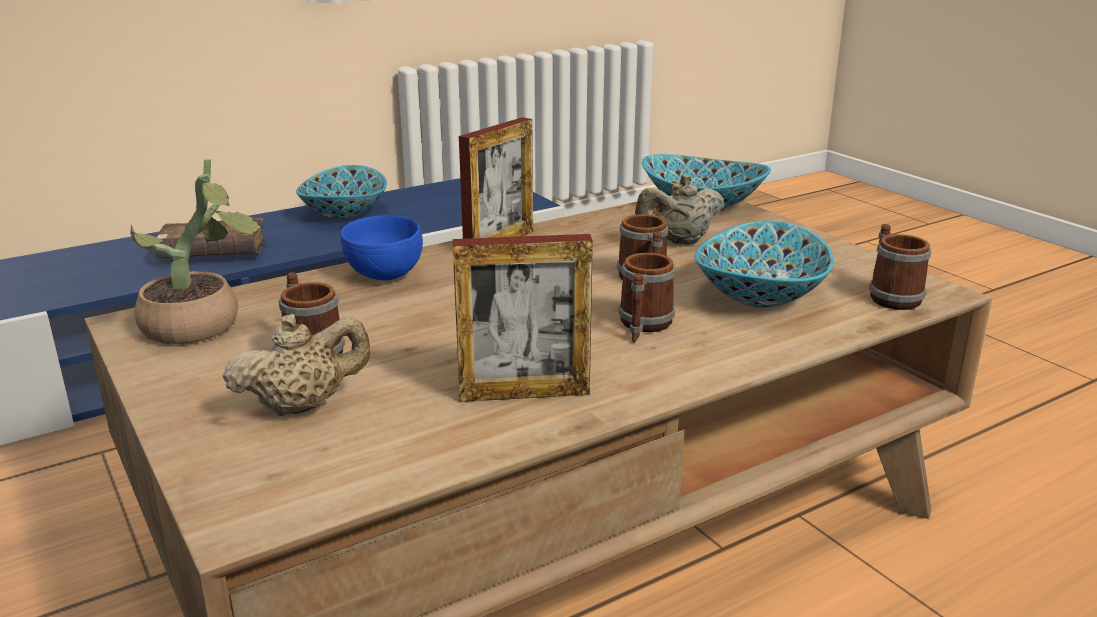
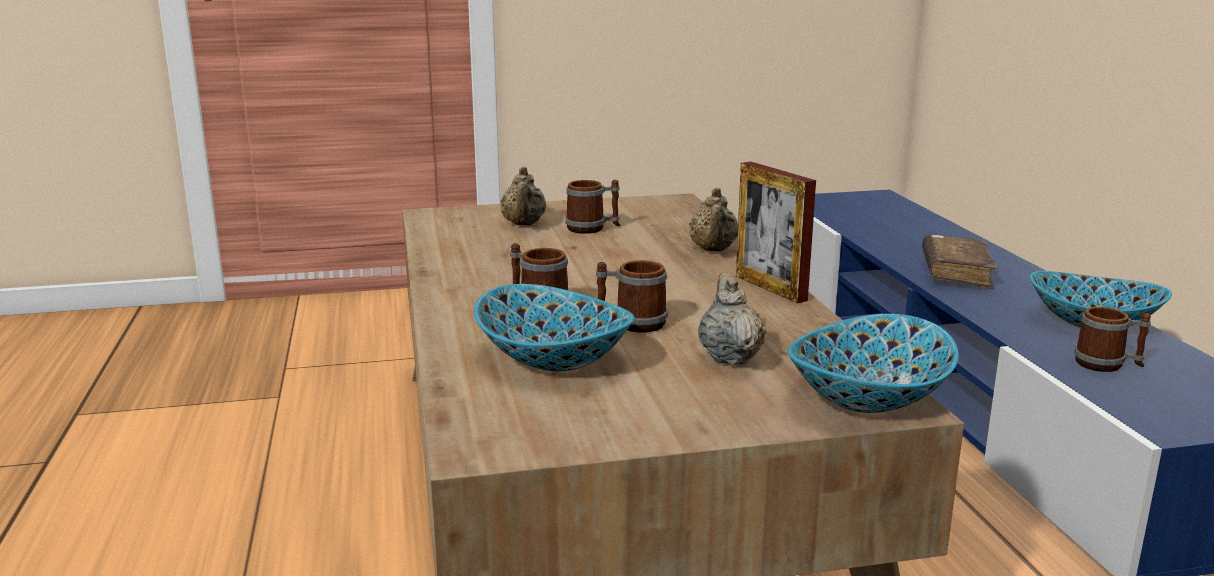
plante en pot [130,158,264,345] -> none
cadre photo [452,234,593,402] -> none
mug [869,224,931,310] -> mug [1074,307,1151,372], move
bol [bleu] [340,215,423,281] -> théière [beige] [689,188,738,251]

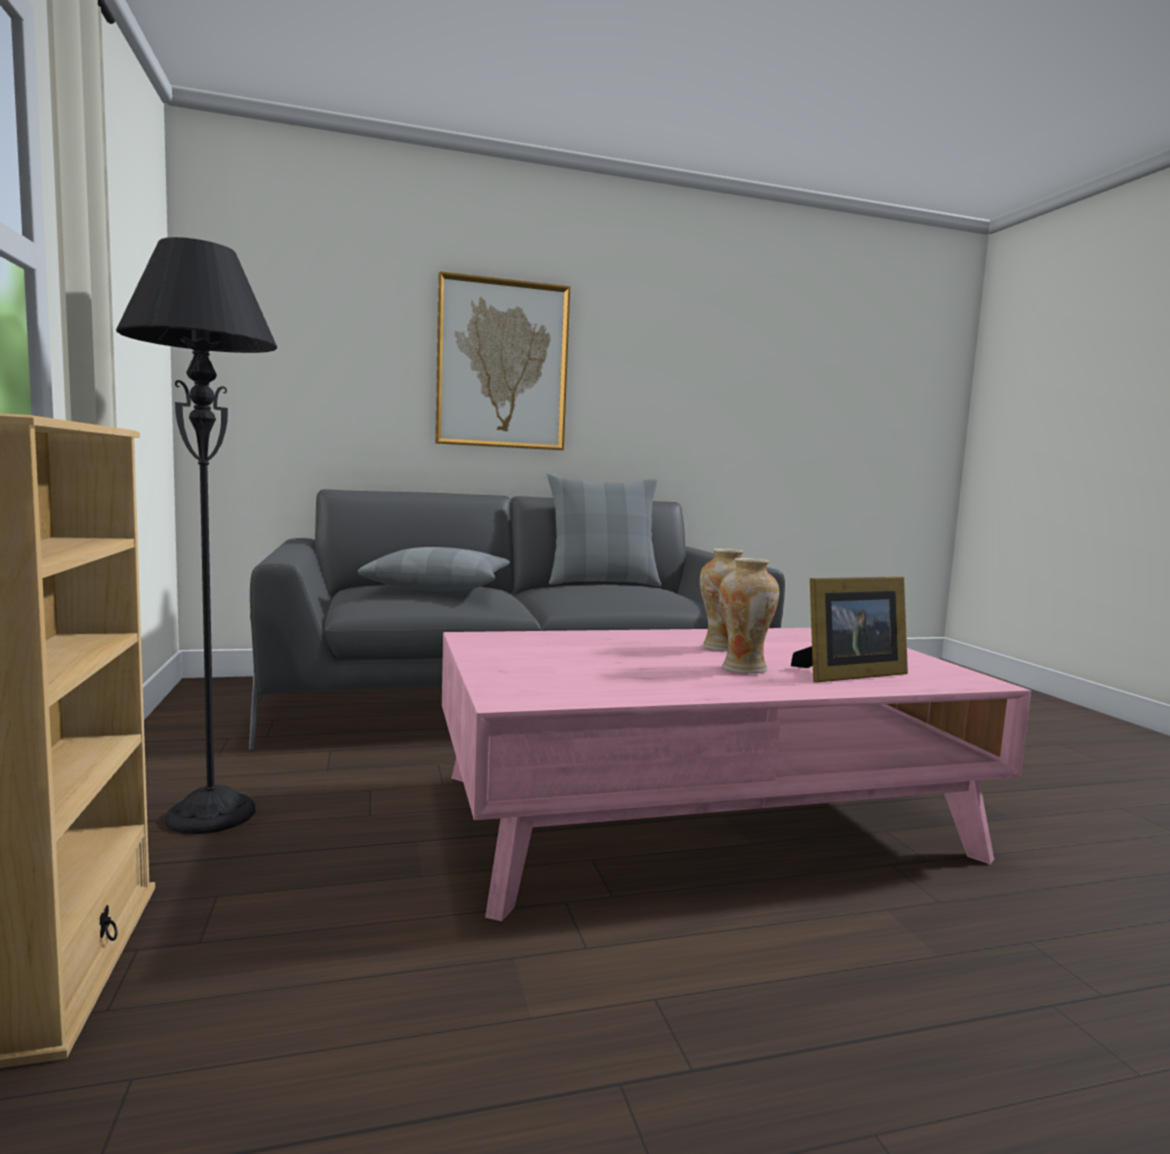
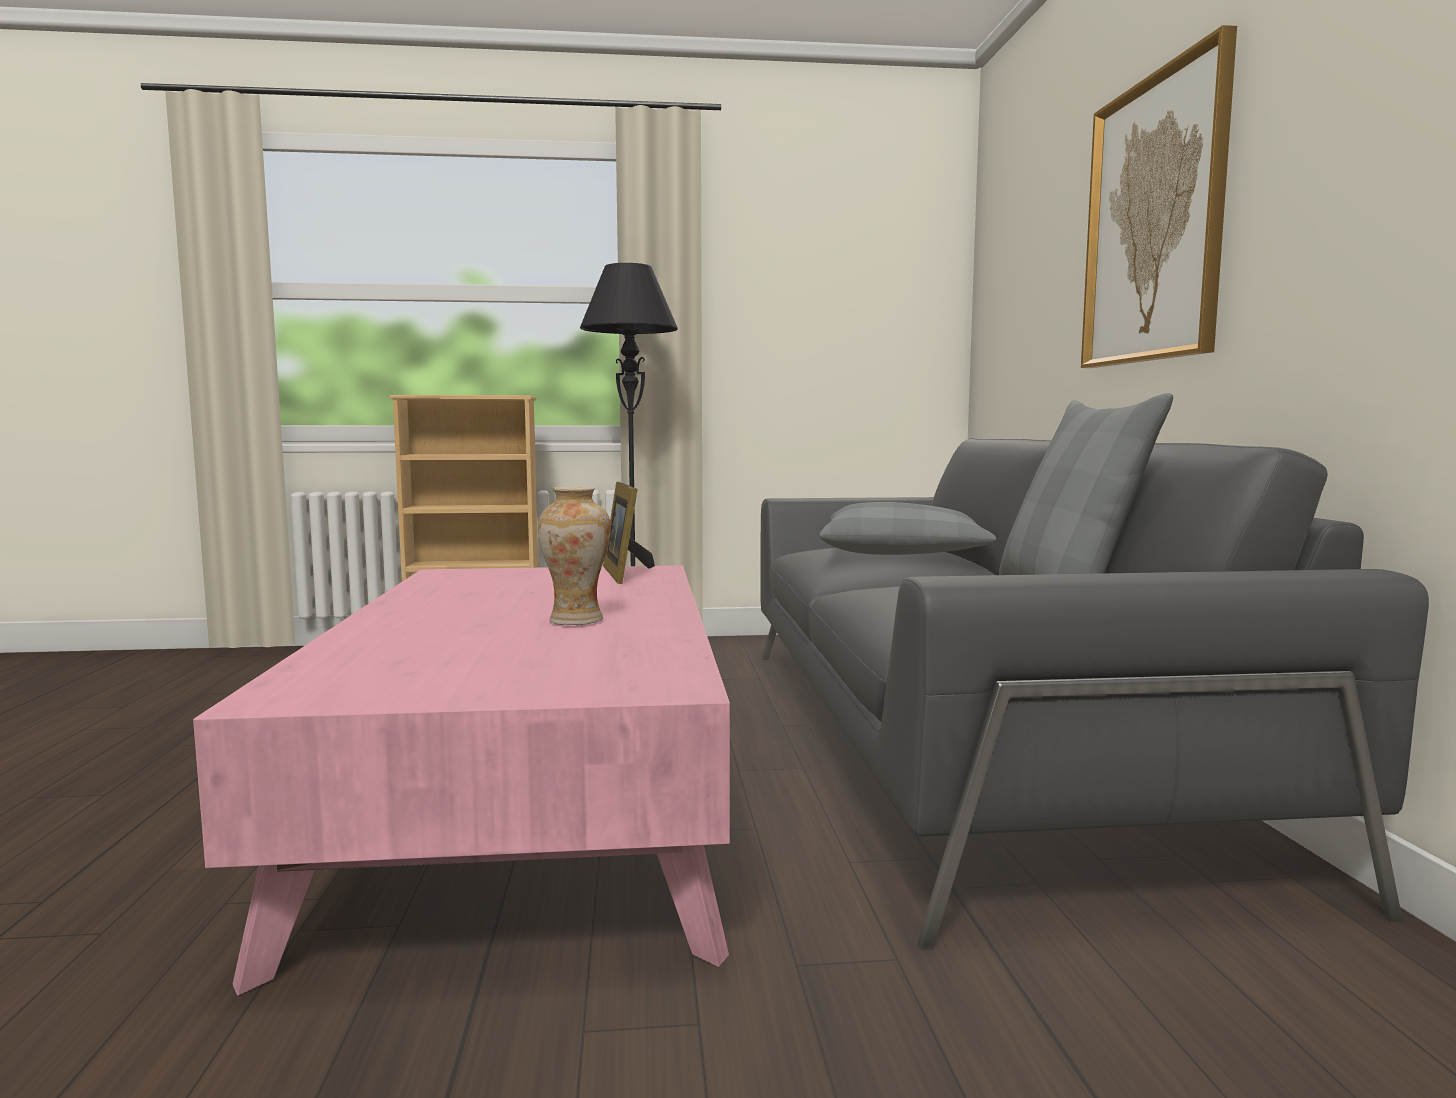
vase [719,558,779,674] -> none
cadre photo [791,576,908,683] -> cadre photo [603,482,655,584], move

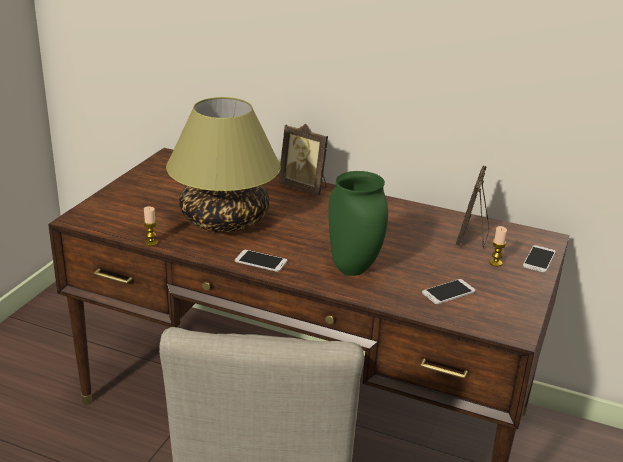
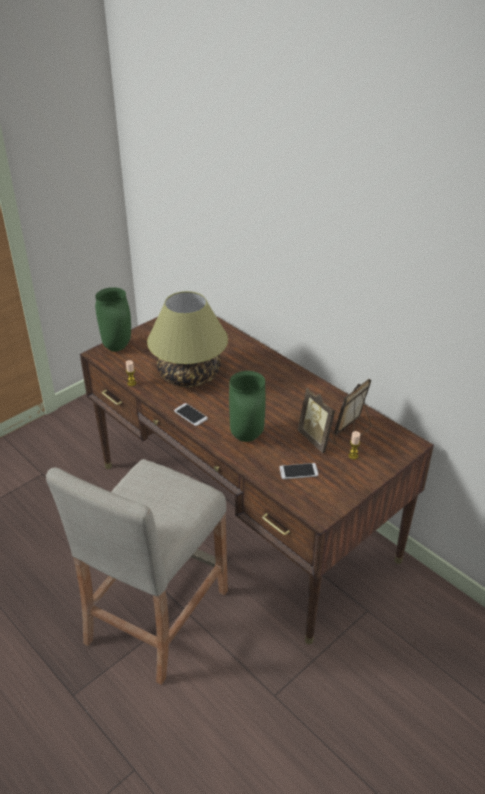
téléphone [523,245,556,273] -> none
none -> vase [vert] [95,287,131,352]
cadre photo [278,124,328,195] -> cadre photo [298,388,336,453], move

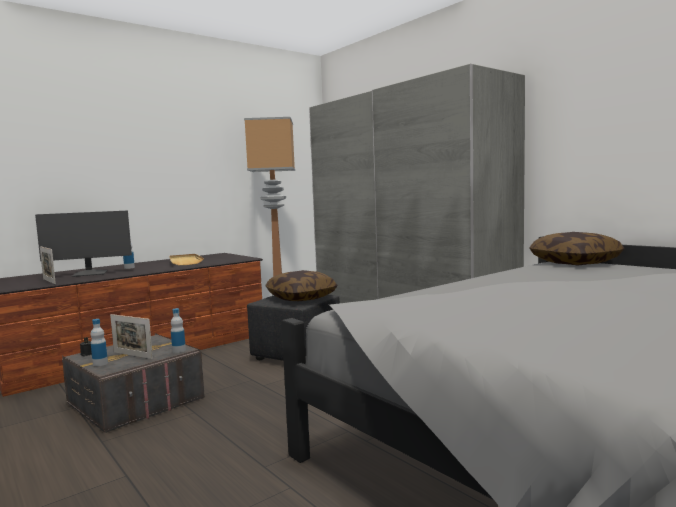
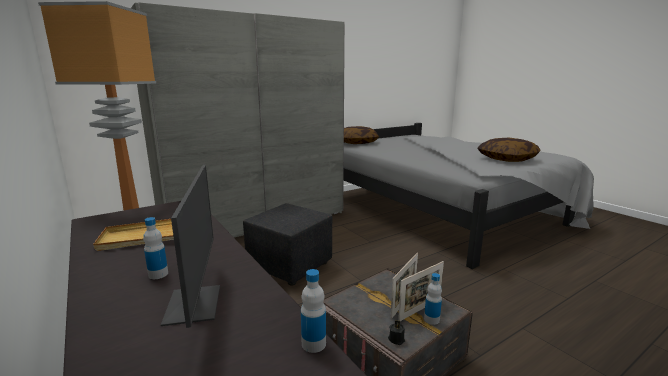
cadre photo [40,246,56,284] -> cadre photo [398,261,444,321], move
bouteille [171,308,186,353] -> bouteille [301,269,326,353], move
coussin [265,270,338,301] -> coussin [477,138,541,162], move

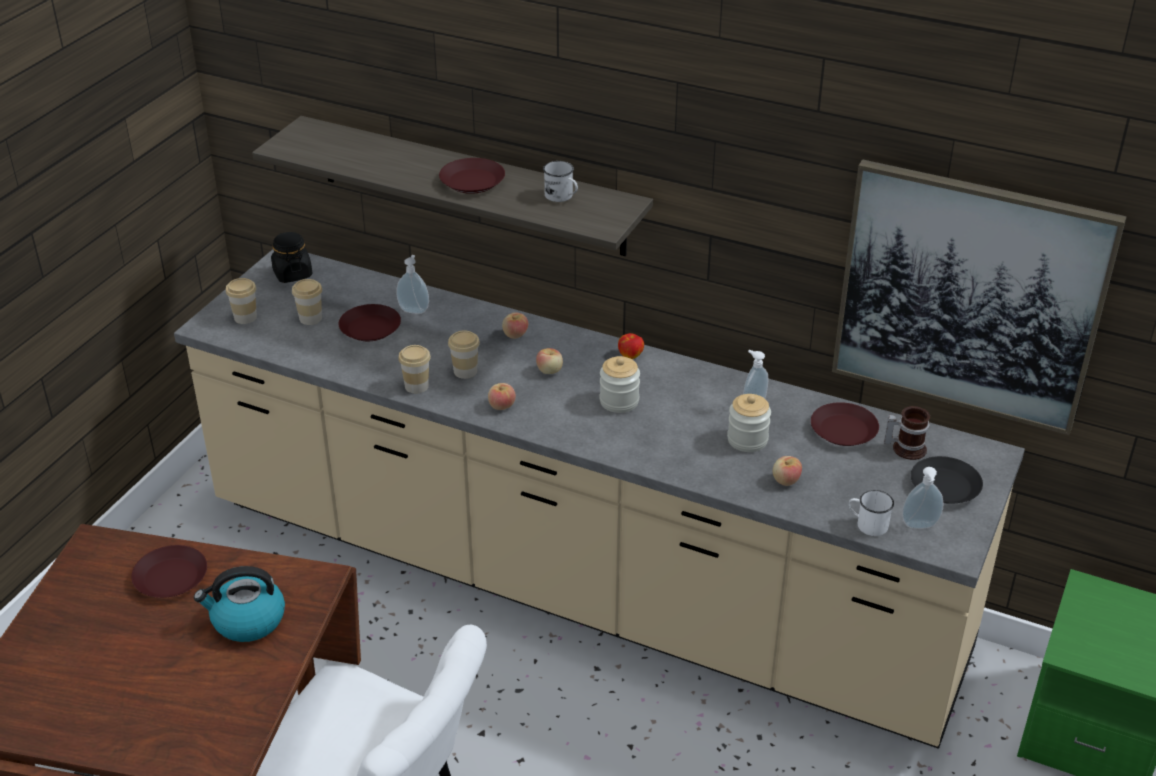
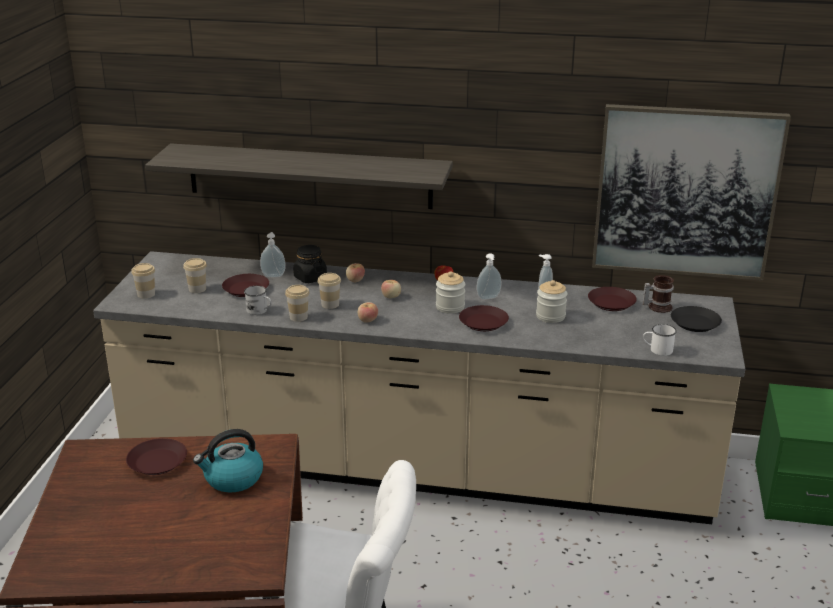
pomme [773,456,802,486] -> none
bocal [noir] [271,232,312,283] -> bocal [noir] [293,245,327,283], move
assiette [marron] [439,158,505,194] -> assiette [marron] [459,305,509,331], move
mug [blanc] [543,161,578,202] -> mug [blanc] [244,286,272,315], move
distributeur de savon [902,467,944,529] -> distributeur de savon [477,253,502,300], move

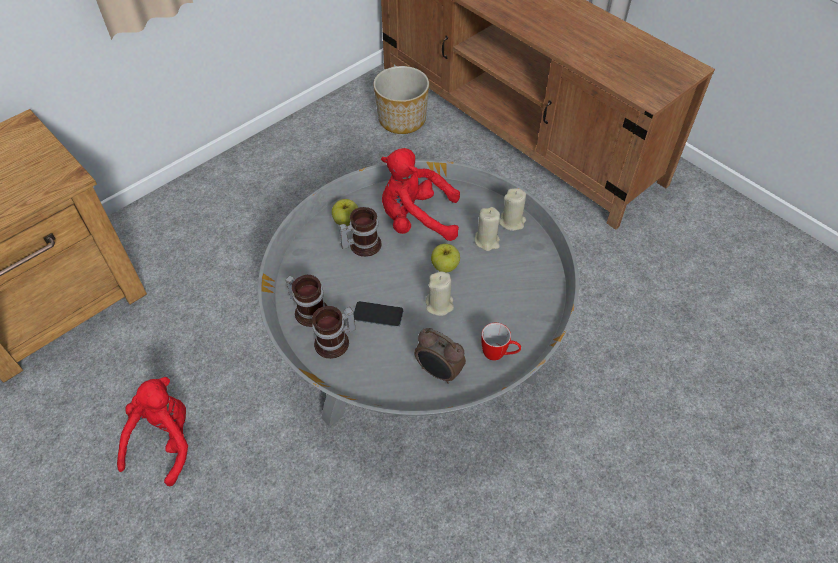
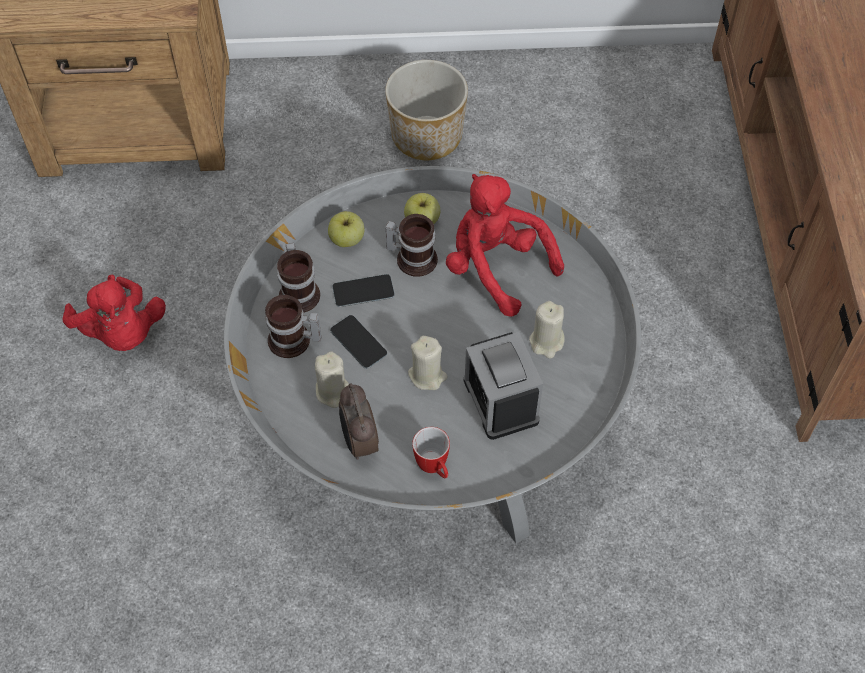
none -> téléphone [333,274,395,307]
none -> réveil [464,332,543,440]
cache-pot [373,66,429,134] -> cache-pot [385,60,468,160], move
pomme [431,244,460,272] -> pomme [328,211,364,247], move
bougie [beige] [499,188,526,231] -> bougie [beige] [315,351,349,408], move
peluche [rouge] [117,377,188,486] -> peluche [rouge] [62,275,166,351], 90 degrees clockwise

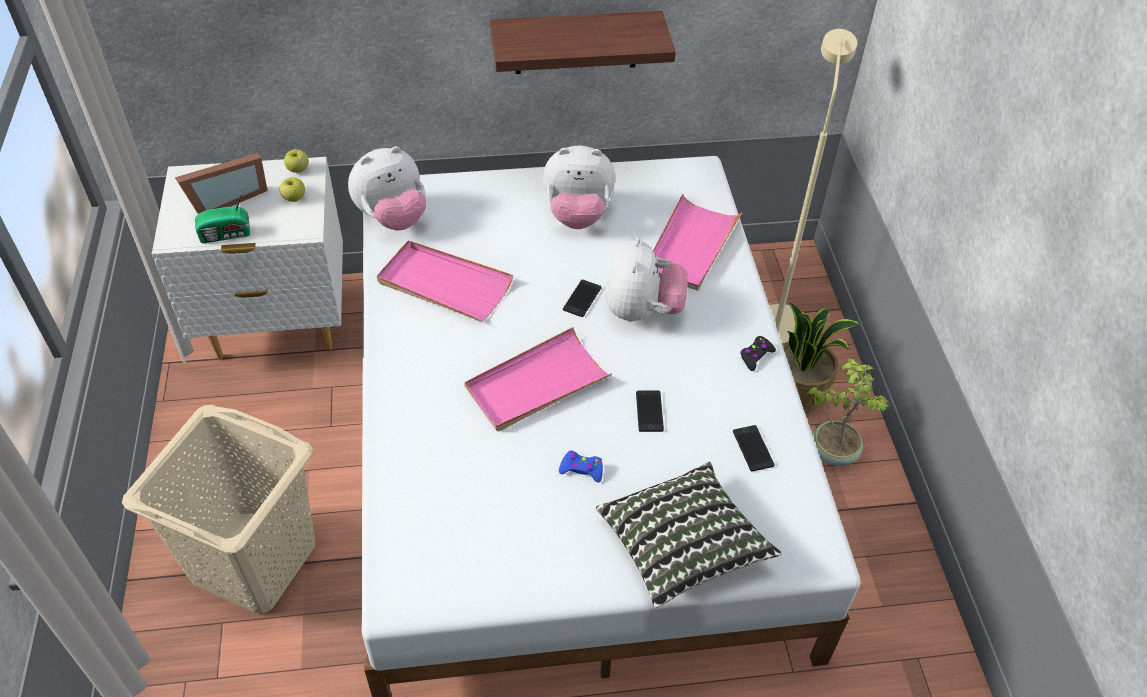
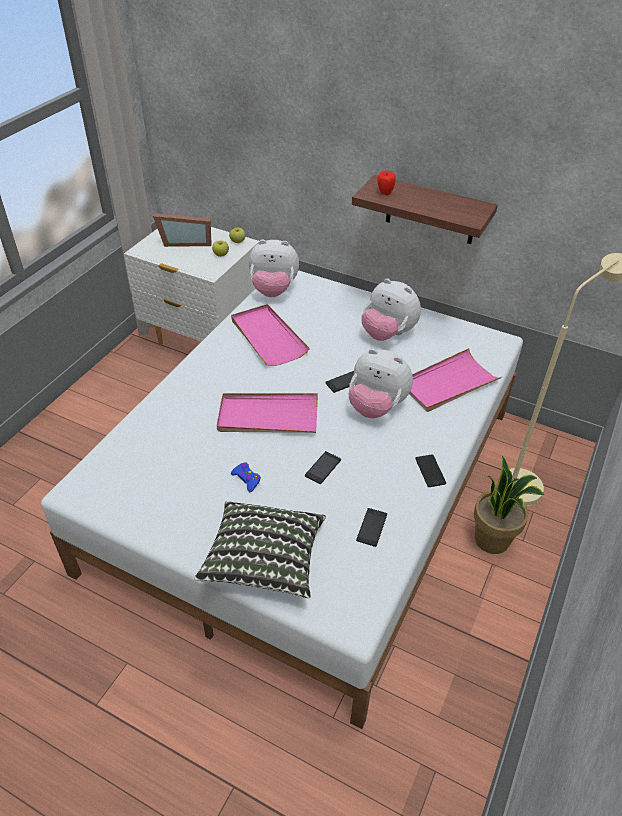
panier à linge [beige] [122,405,315,614] -> none
radio [195,187,250,243] -> none
plante en pot [807,357,889,466] -> none
none -> pomme [378,170,396,195]
manette [noir] [740,336,776,371] -> téléphone [415,455,446,487]
peluche [605,237,688,322] -> peluche [348,349,413,418], 75 degrees clockwise

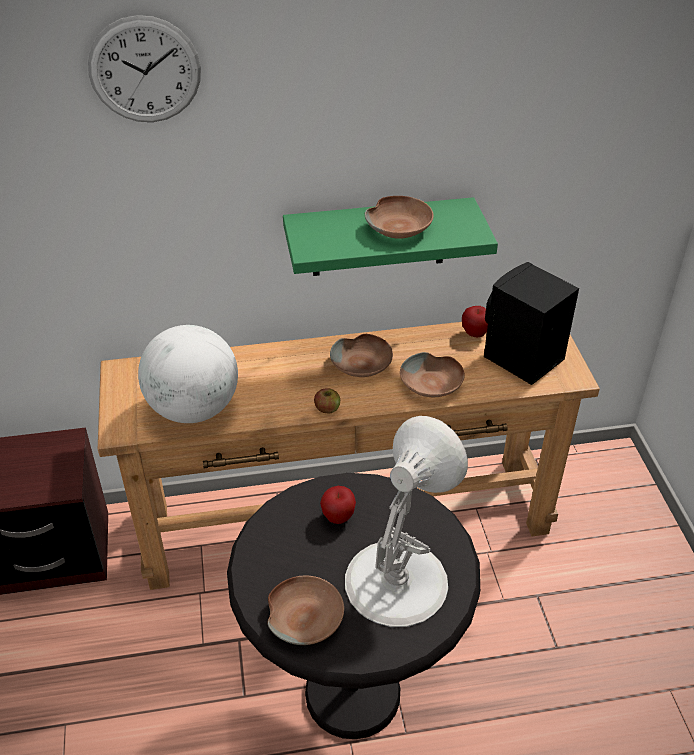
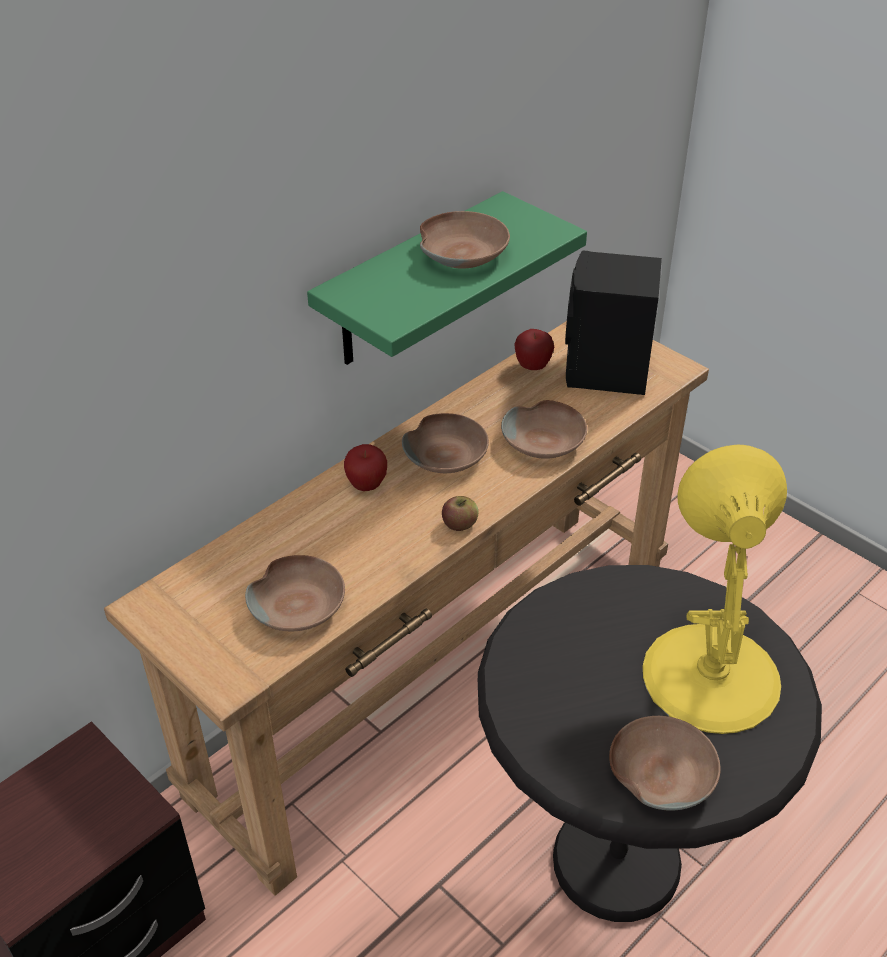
horloge murale [88,15,201,122] -> none
pomme [320,486,356,524] -> pomme [344,444,387,491], move
globe [138,325,238,423] -> bol [marron] [245,555,345,631]
lampe de table [blanc] [345,416,468,627] -> lampe de table [jaune] [642,445,787,734]

